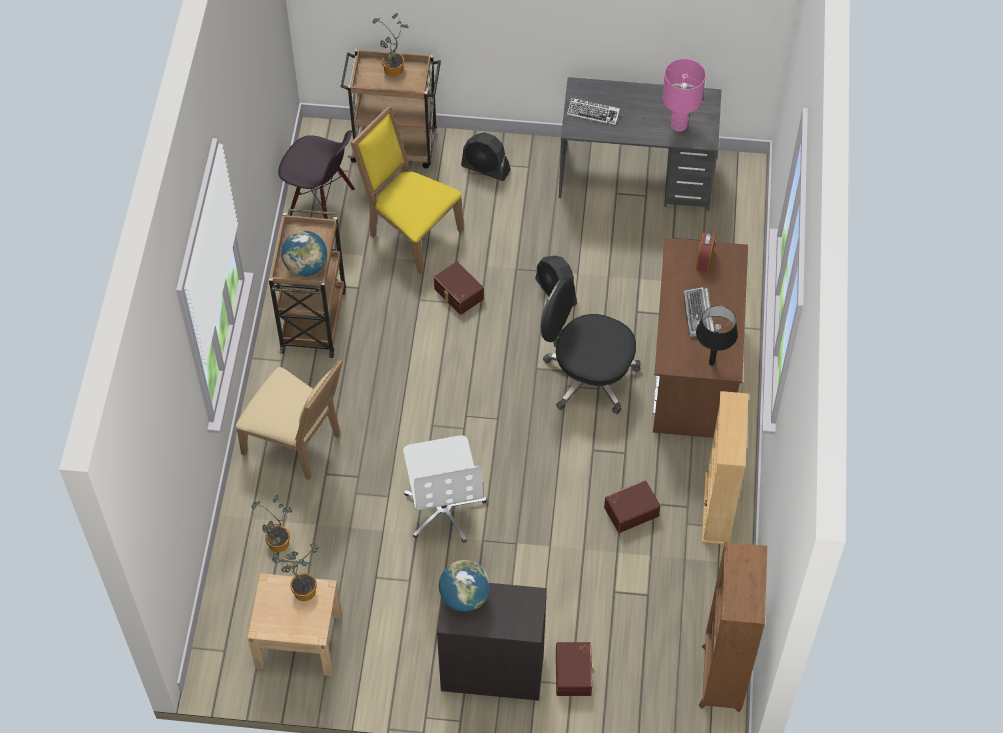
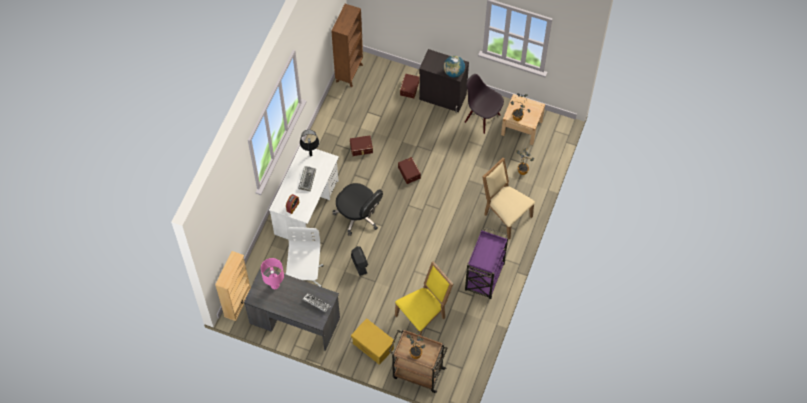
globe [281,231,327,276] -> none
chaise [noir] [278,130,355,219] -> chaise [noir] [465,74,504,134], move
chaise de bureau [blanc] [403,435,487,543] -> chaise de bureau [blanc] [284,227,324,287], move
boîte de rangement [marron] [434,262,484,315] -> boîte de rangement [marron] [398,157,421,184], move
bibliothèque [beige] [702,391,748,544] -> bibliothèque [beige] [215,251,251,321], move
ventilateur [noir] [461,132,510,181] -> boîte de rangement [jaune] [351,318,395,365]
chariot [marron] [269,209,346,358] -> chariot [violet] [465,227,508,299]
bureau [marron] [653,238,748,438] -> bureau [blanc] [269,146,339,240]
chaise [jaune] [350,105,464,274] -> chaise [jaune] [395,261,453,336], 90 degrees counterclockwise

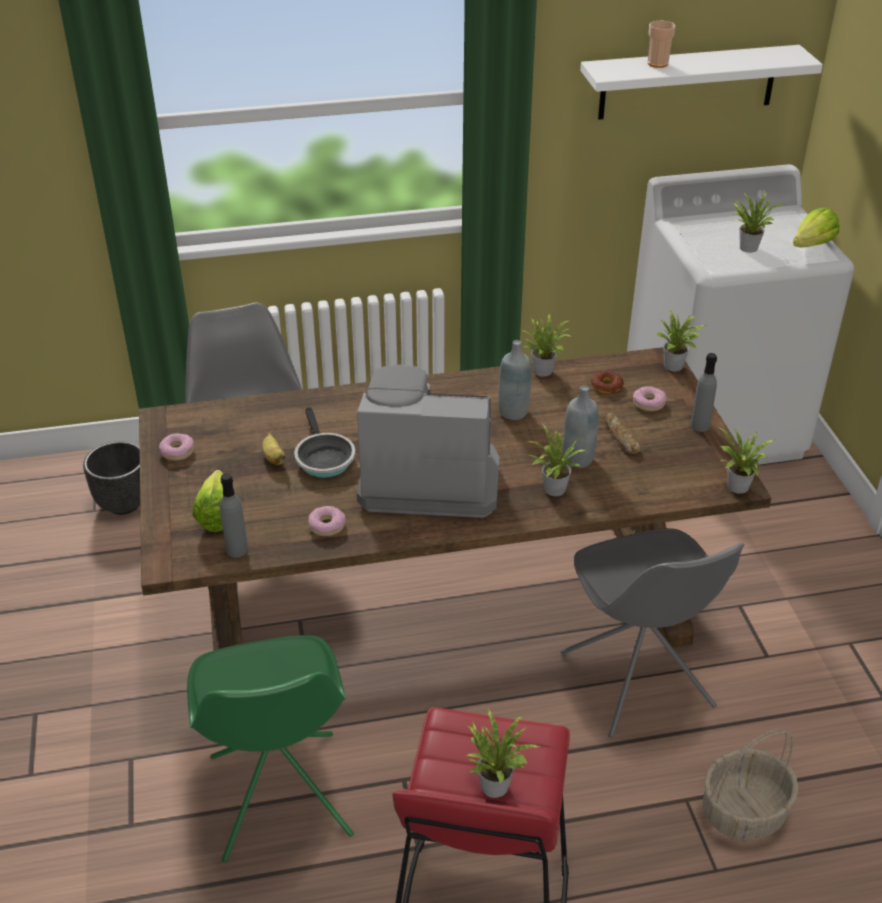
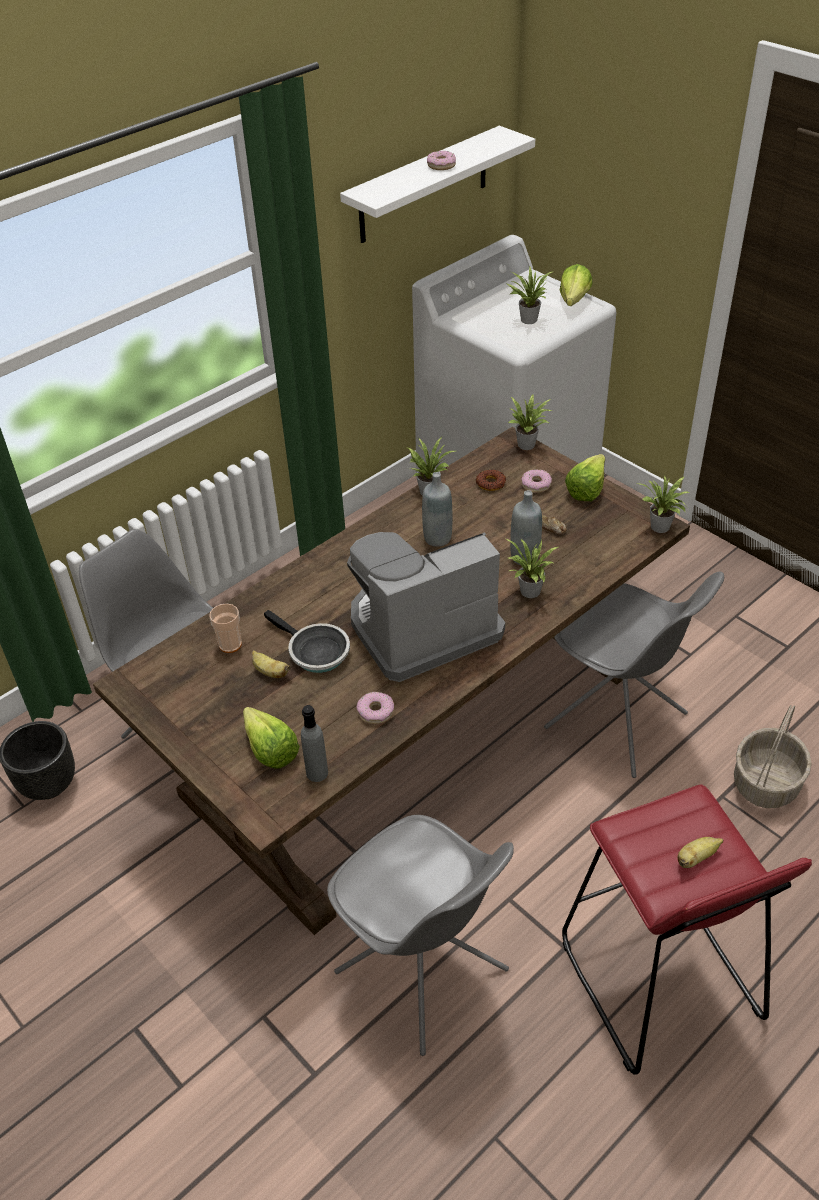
beignet [159,433,194,461] -> beignet [427,151,456,170], move
tasse [648,21,675,68] -> tasse [209,604,242,653], move
plante en pot [466,709,541,798] -> banane [678,837,723,868]
bouteille [gris] [690,353,717,432] -> laitue [565,454,605,501]
chaise [vert] [187,635,354,863] -> chaise [gris] [327,815,514,1056]

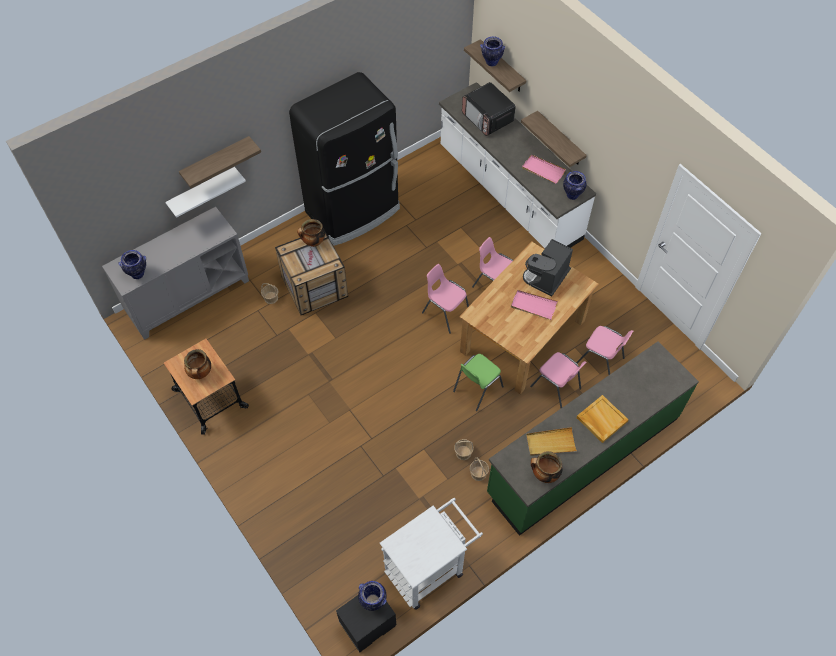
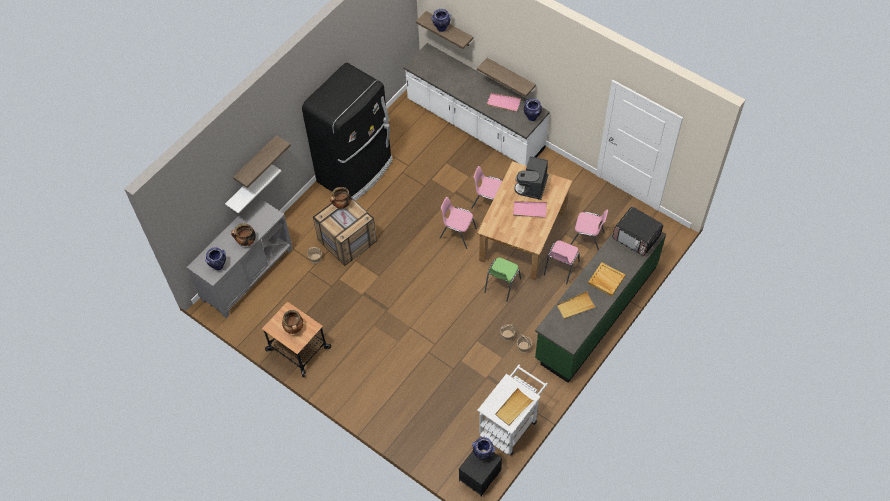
none -> plateau [beige] [495,388,533,426]
micro-ondes [462,82,516,136] -> micro-ondes [613,207,663,256], move
marmite [531,451,562,483] -> marmite [231,223,256,246], move
chaise [rose] [530,352,586,408] -> chaise [rose] [544,240,580,285], 90 degrees clockwise

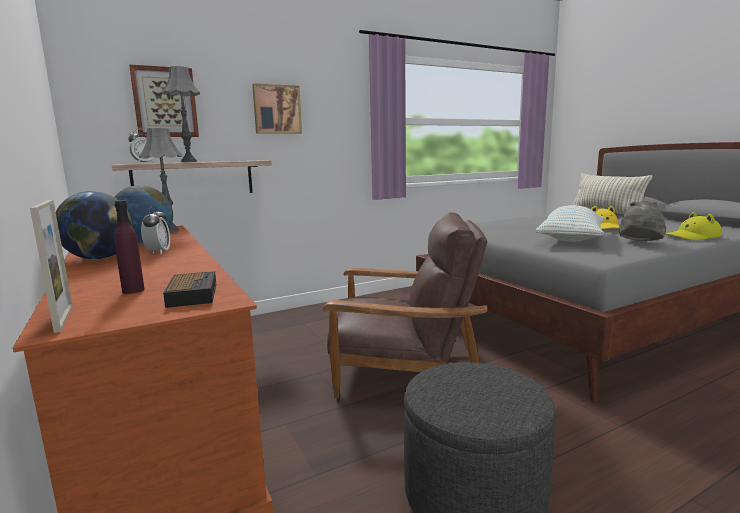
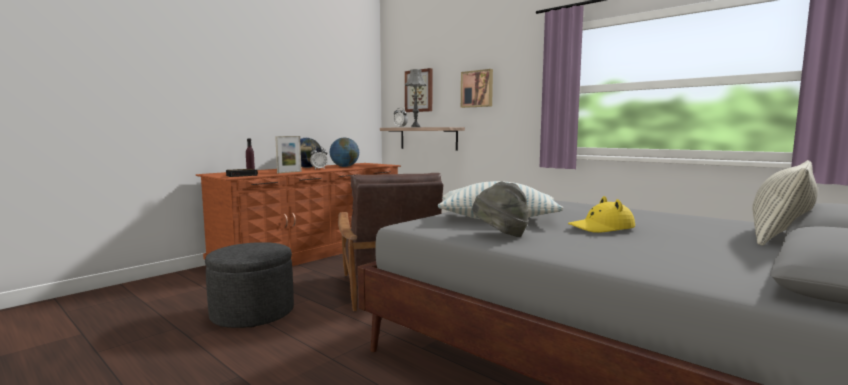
lampe de table [gris] [139,128,183,233] -> none
chapeau [jaune] [665,212,722,240] -> none
cadre photo [30,200,72,333] -> cadre photo [275,136,301,173], move

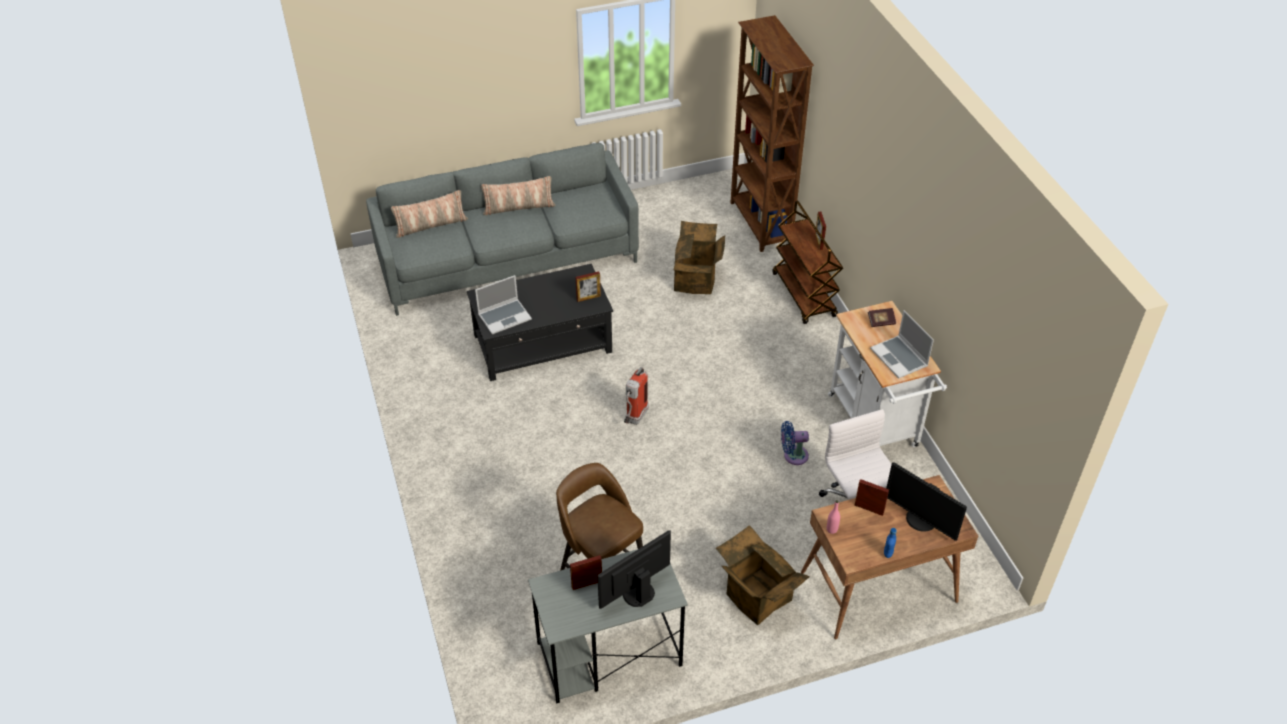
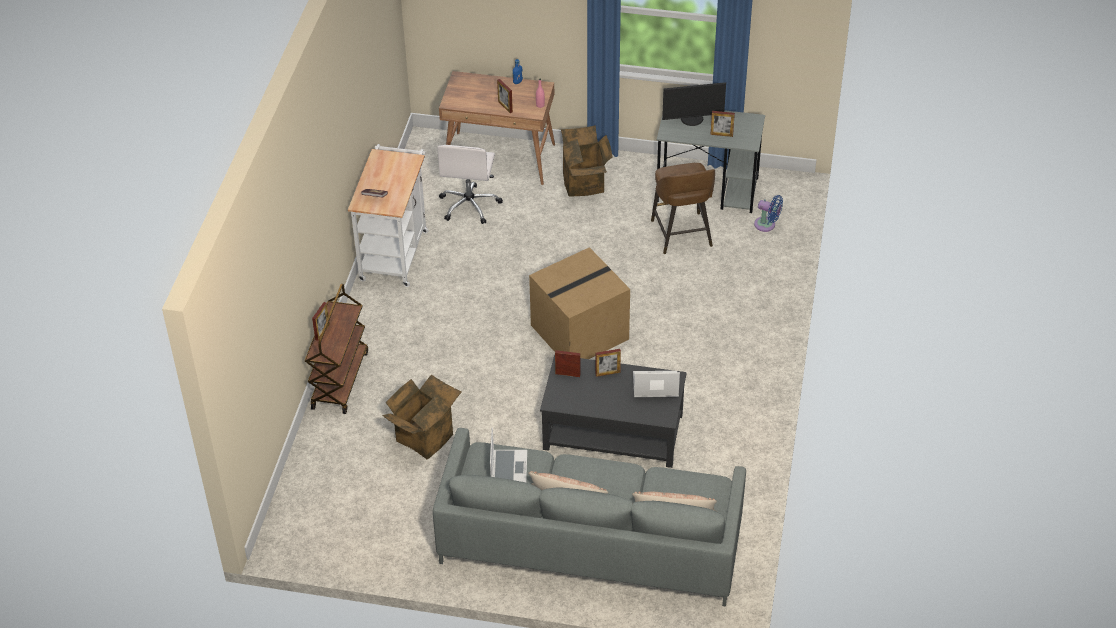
bibliothèque [marron] [730,15,814,252] -> none
écran d'ordinateur [886,462,967,541] -> none
none -> cadre photo [595,349,621,377]
ventilateur [bleu] [781,421,809,465] -> ventilateur [bleu] [754,195,783,232], move
ordinateur portable [870,310,934,379] -> ordinateur portable [490,427,527,483], move
extincteur [624,367,649,425] -> carton [529,247,630,359]

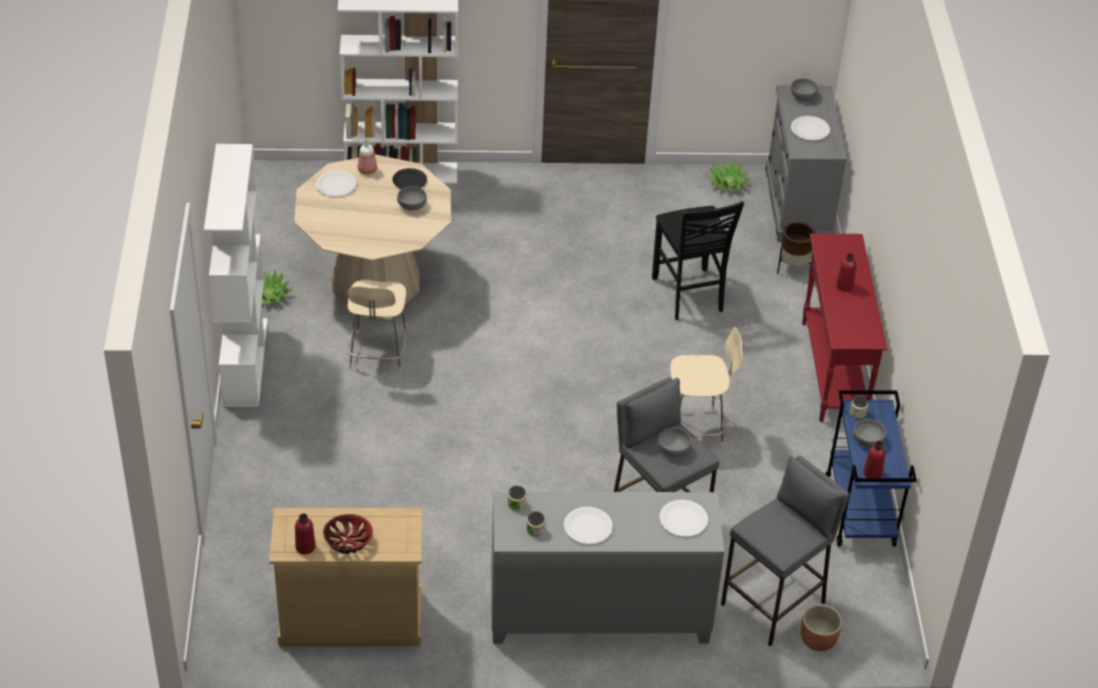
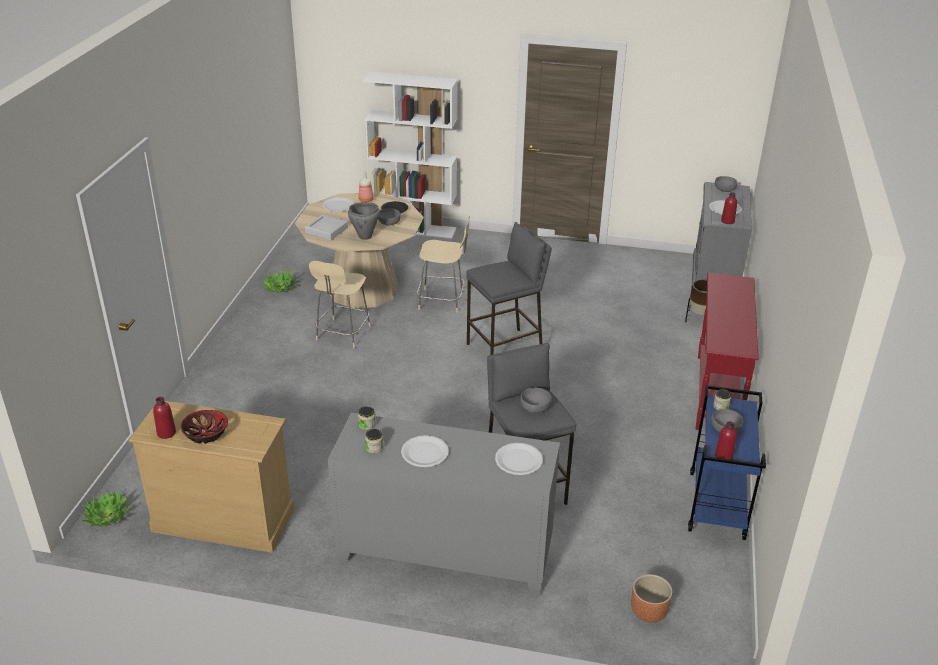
bibliothèque [blanc] [204,144,268,407] -> none
chaise [noir] [652,201,744,320] -> none
none -> plateau [gris] [305,214,348,241]
none -> marmite [gris] [348,202,380,240]
chaise [beige] [670,327,743,447] -> chaise [beige] [417,216,470,313], move
plante en pot [707,160,751,190] -> plante en pot [79,491,132,526], move
tabouret [gris] [721,455,849,646] -> tabouret [gris] [466,222,552,355], move
bouteille [rouge] [836,253,857,291] -> bouteille [rouge] [721,192,737,224], move

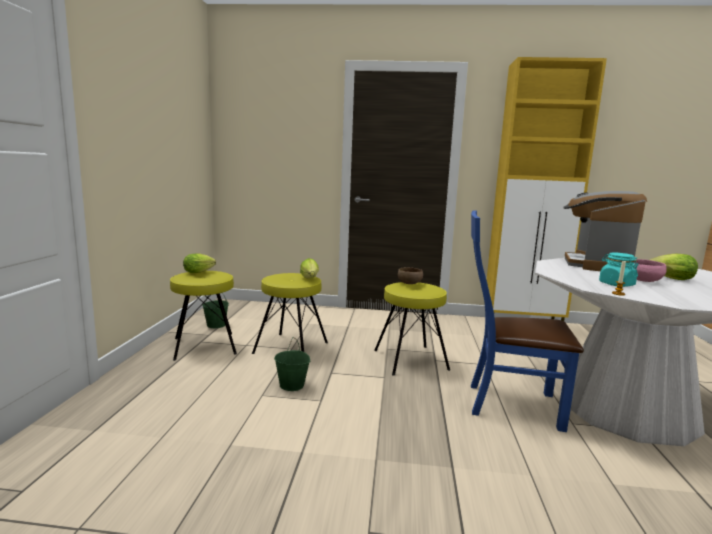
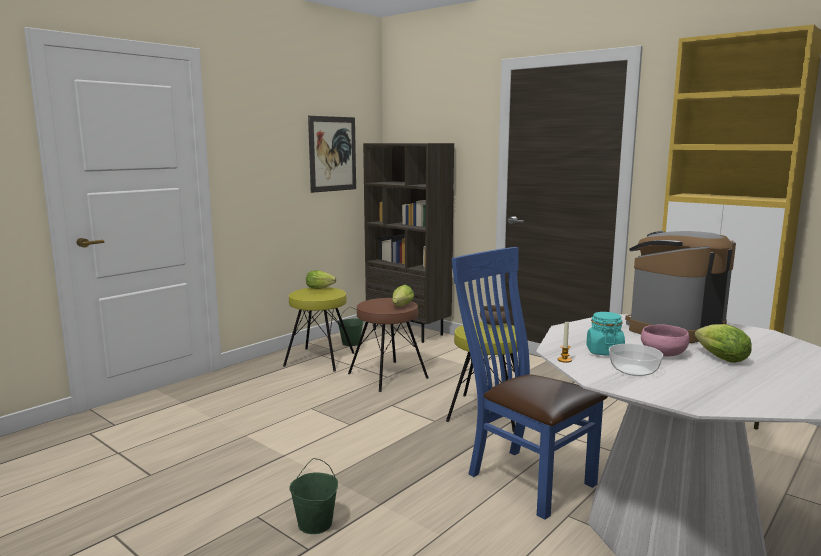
none -> tableau [308,116,356,193]
none -> bibliothèque [marron] [363,143,454,343]
none -> bol [609,344,663,376]
seau [vert] [274,337,310,391] -> seau [vert] [289,458,338,534], move
tabouret [jaune] [252,273,328,354] -> tabouret [marron] [348,298,429,392]

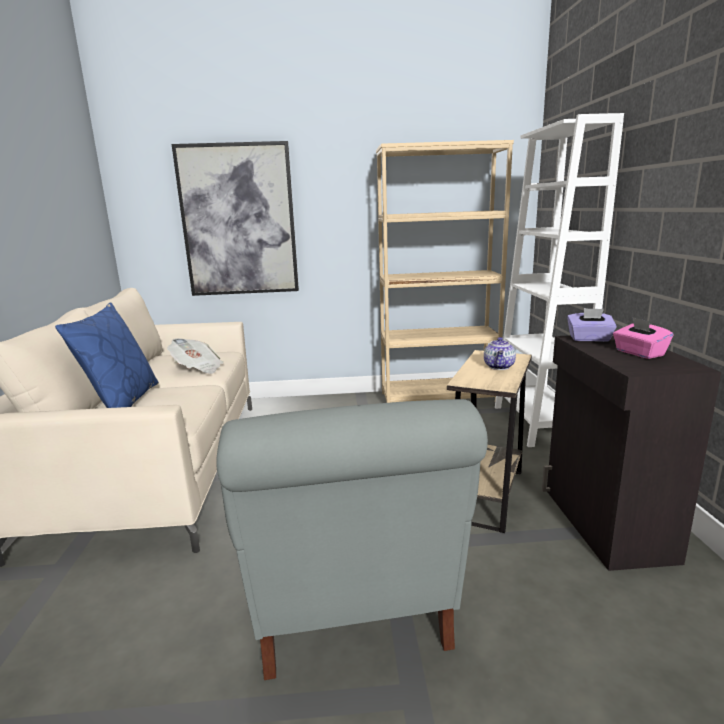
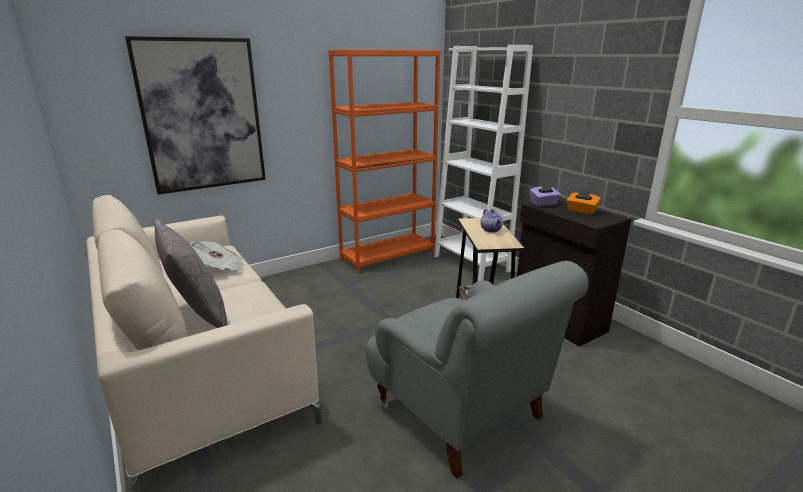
coussin [bleu] [55,303,159,408] -> coussin [gris] [153,219,228,328]
bibliothèque [beige] [376,140,514,403] -> bibliothèque [orange] [328,49,441,273]
boîte à mouchoirs [rose] [613,317,673,359] -> boîte à mouchoirs [orange] [566,190,601,215]

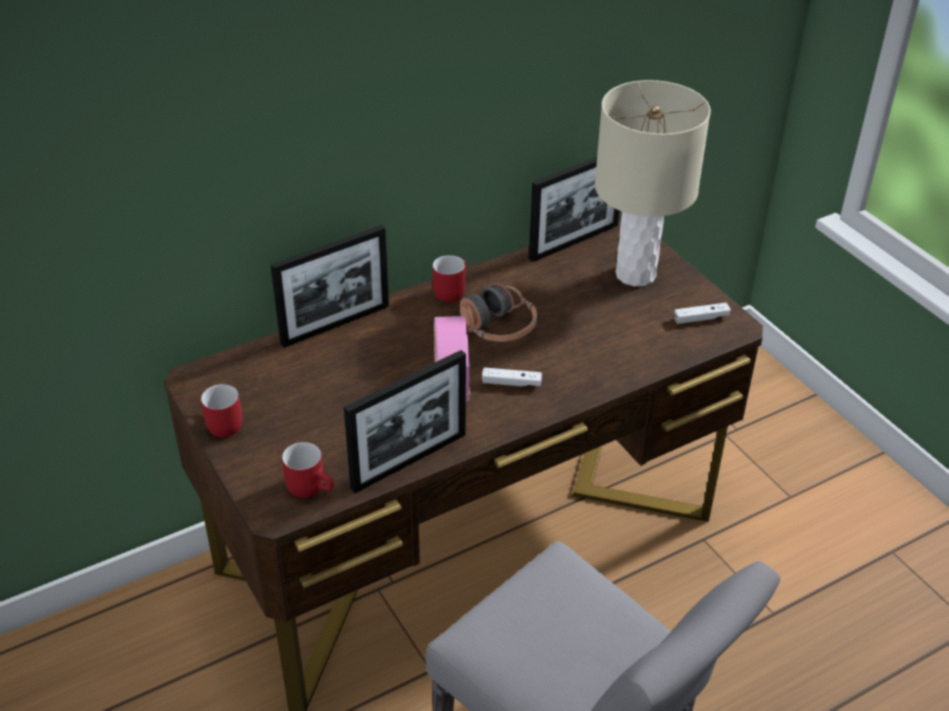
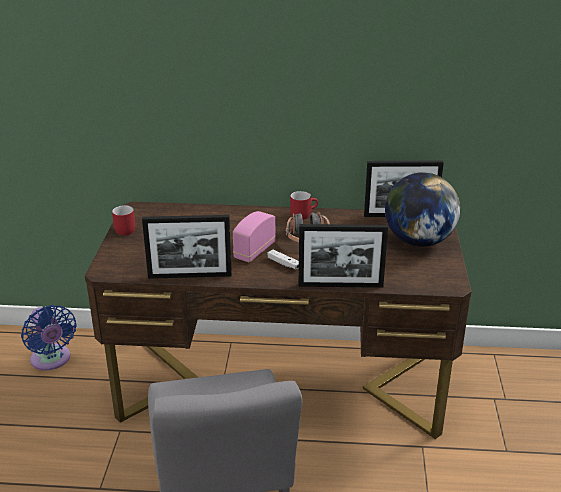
mug [rouge] [282,442,334,498] -> none
manette [blanc] [674,303,731,324] -> none
none -> ventilateur [bleu] [21,305,76,371]
cadre photo [271,225,389,348] -> cadre photo [298,224,388,288], move
lampe de table [beige] [595,80,711,286] -> globe [385,172,460,247]

